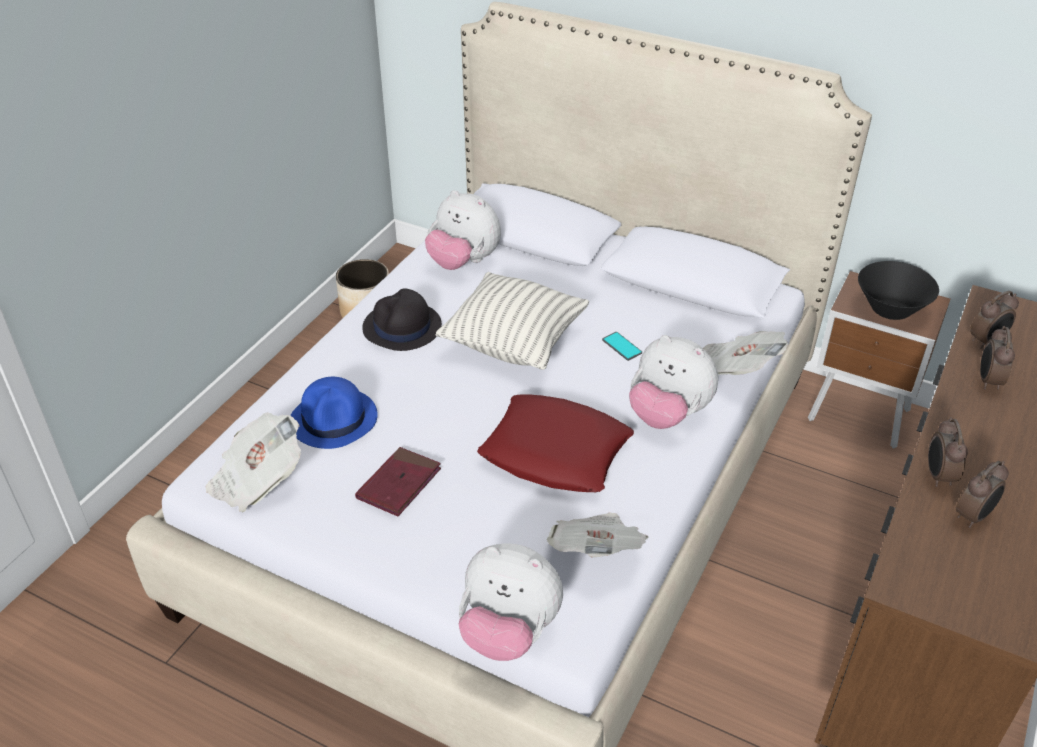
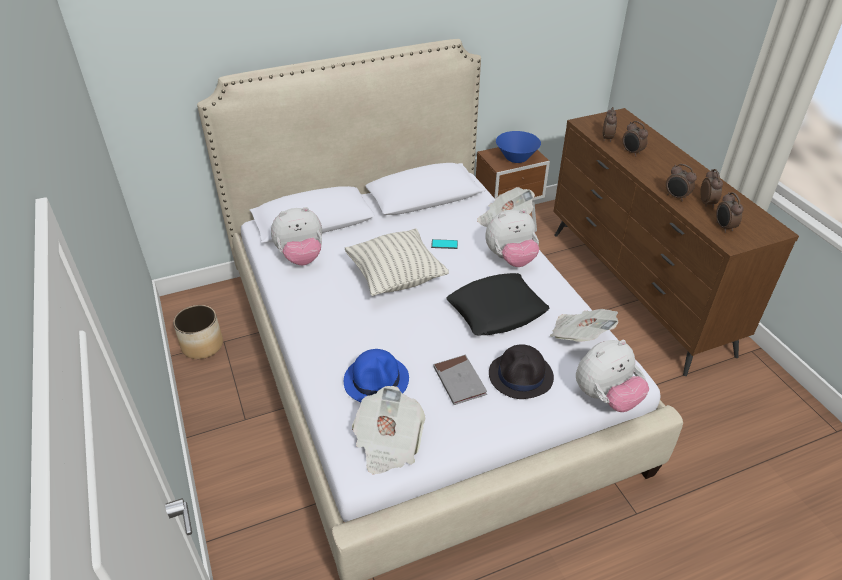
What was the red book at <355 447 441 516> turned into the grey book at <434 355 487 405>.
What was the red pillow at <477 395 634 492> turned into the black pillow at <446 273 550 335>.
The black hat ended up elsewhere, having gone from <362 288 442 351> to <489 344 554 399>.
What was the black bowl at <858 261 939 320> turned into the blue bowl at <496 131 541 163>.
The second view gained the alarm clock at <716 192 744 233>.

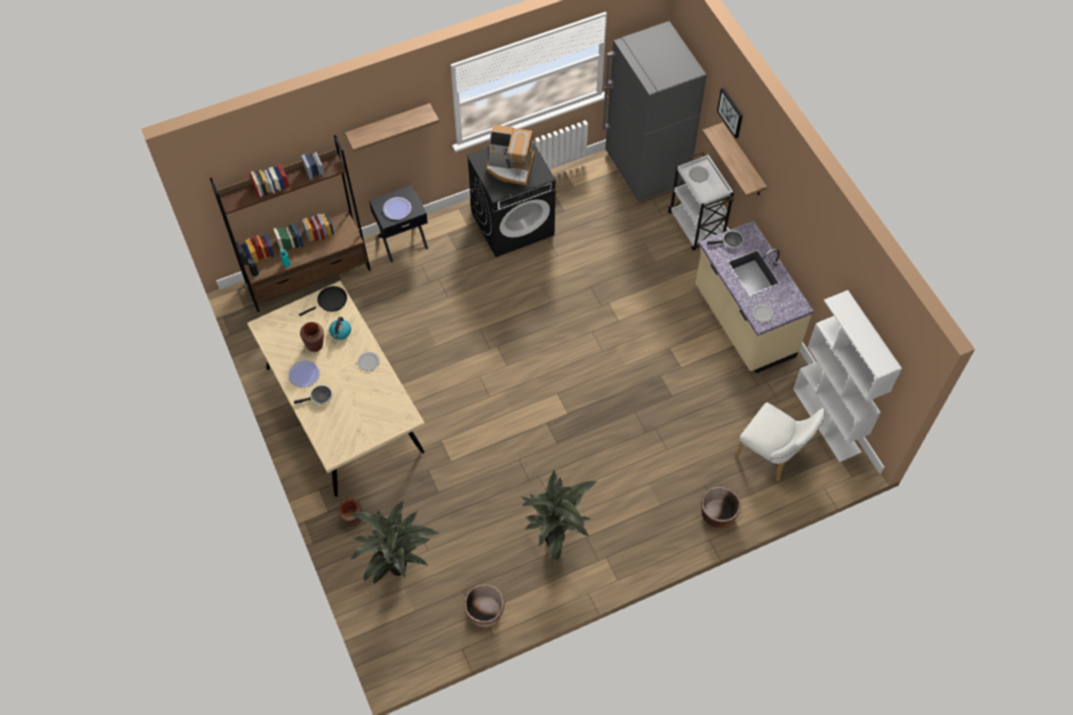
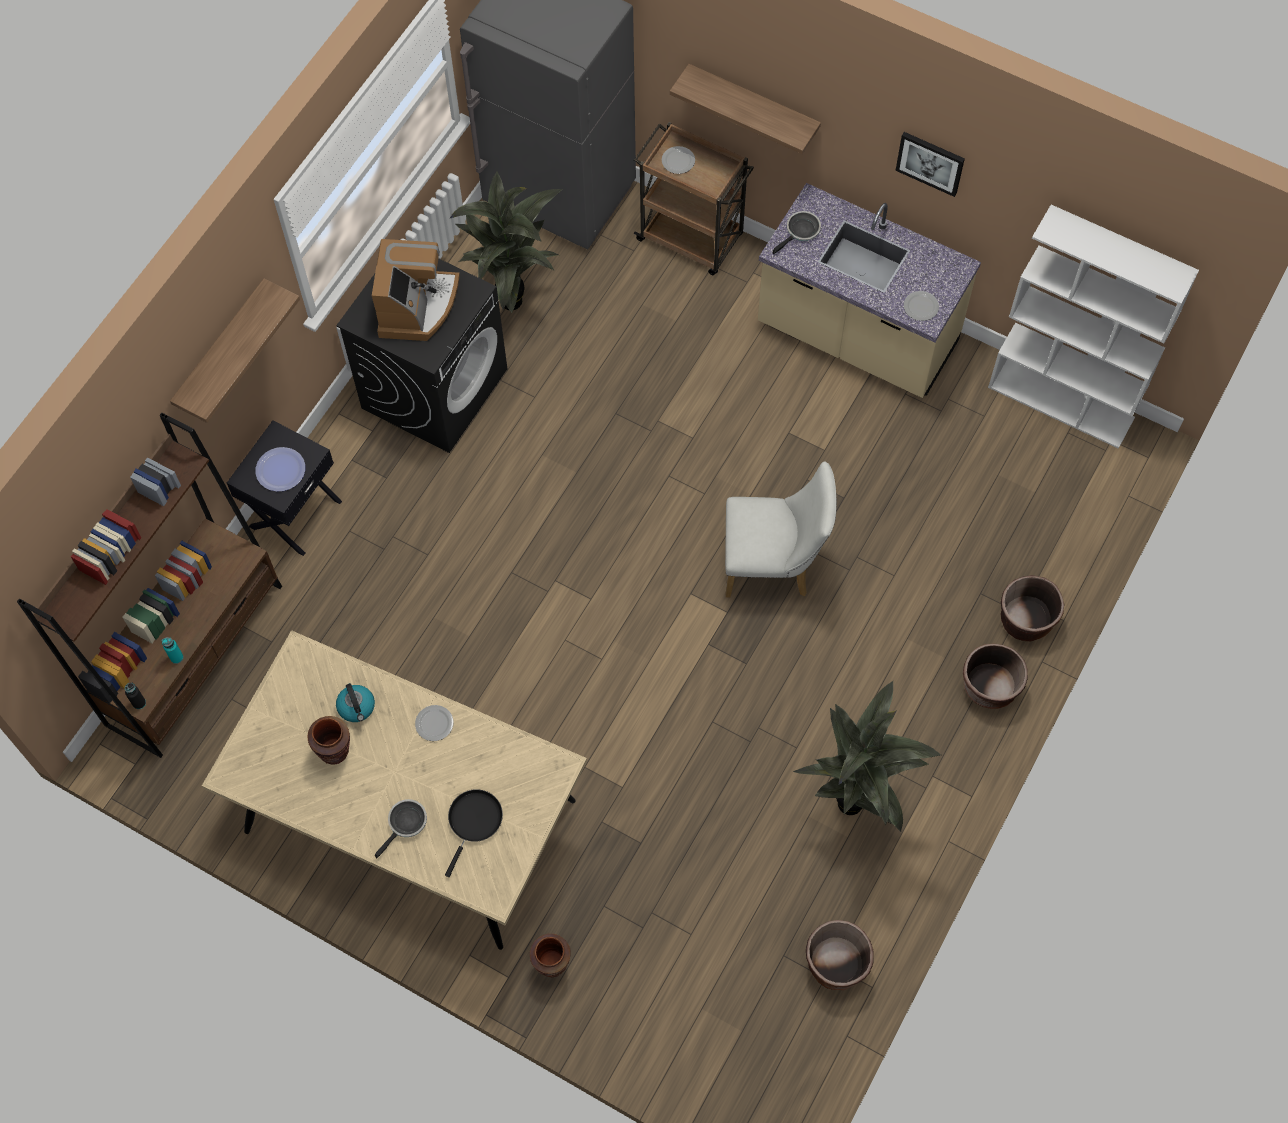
The coffee machine at <486 124 534 187> ended up facing another way, 60 degrees counterclockwise from before.
The black frying pan ended up elsewhere, having gone from <299 286 347 316> to <445 789 503 877>.
The potted plant ended up elsewhere, having gone from <350 500 439 584> to <450 171 563 312>.
What was the white cart at <668 152 734 251> turned into the brown cart at <633 122 754 275>.
The white chair ended up elsewhere, having gone from <735 402 825 481> to <725 461 837 597>.
The picture ended up elsewhere, having gone from <717 88 743 138> to <895 132 965 197>.
The second view gained the brown planter at <963 644 1028 709>.
The second view lost the plate at <289 361 320 387>.

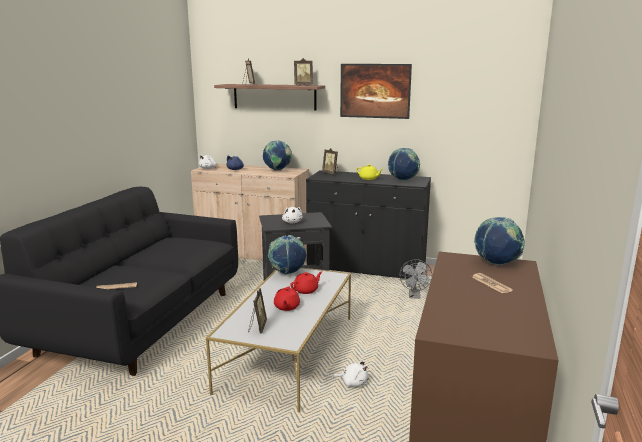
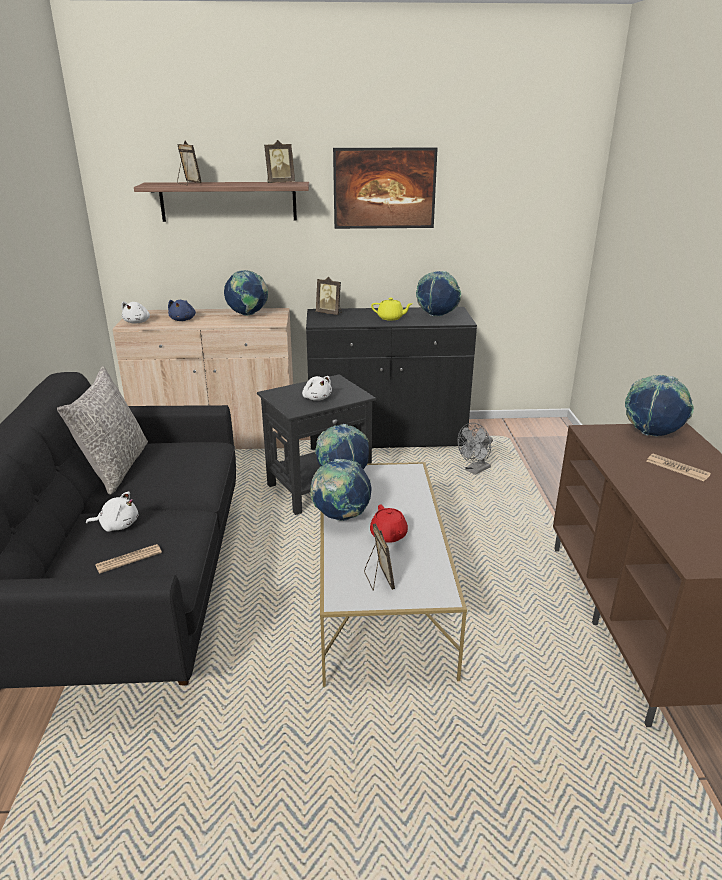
The second view gained the grey pillow at <57 366 148 495>.
The white plush toy ended up elsewhere, having gone from <333 360 369 387> to <86 491 138 532>.
The second view gained the globe at <310 459 372 521>.
The grey fan at <400 259 432 299> ended up facing another way, 60 degrees clockwise from before.
The second view lost the red teapot at <290 271 322 294>.

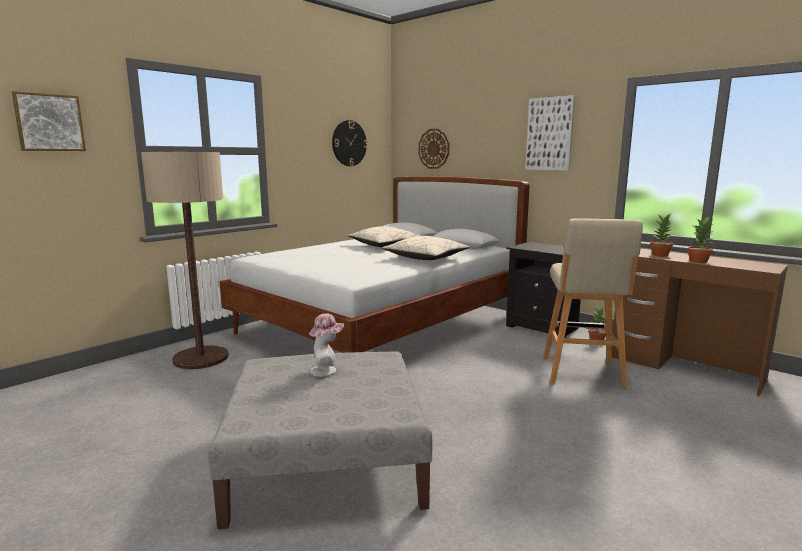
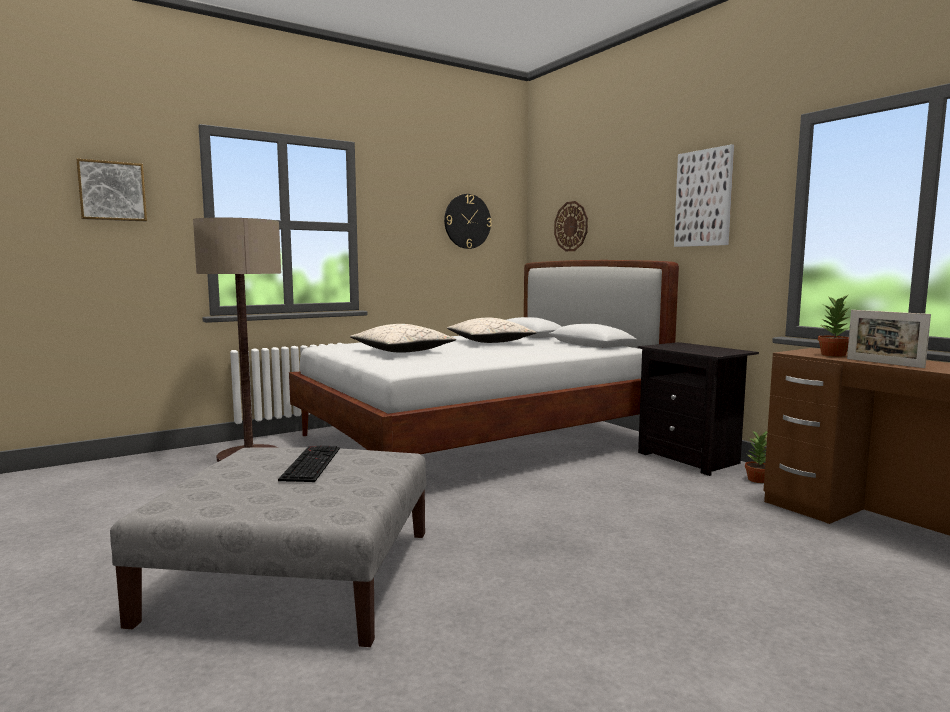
Where the hat stood at <309 313 344 377>, the keyboard came to stand at <278 446 340 482>.
The beige pillow ended up elsewhere, having gone from <382 236 470 260> to <350 324 456 353>.
Where the potted plant stood at <687 216 714 263>, the picture frame came to stand at <847 310 931 368>.
The second view lost the beige stool at <543 218 643 388>.

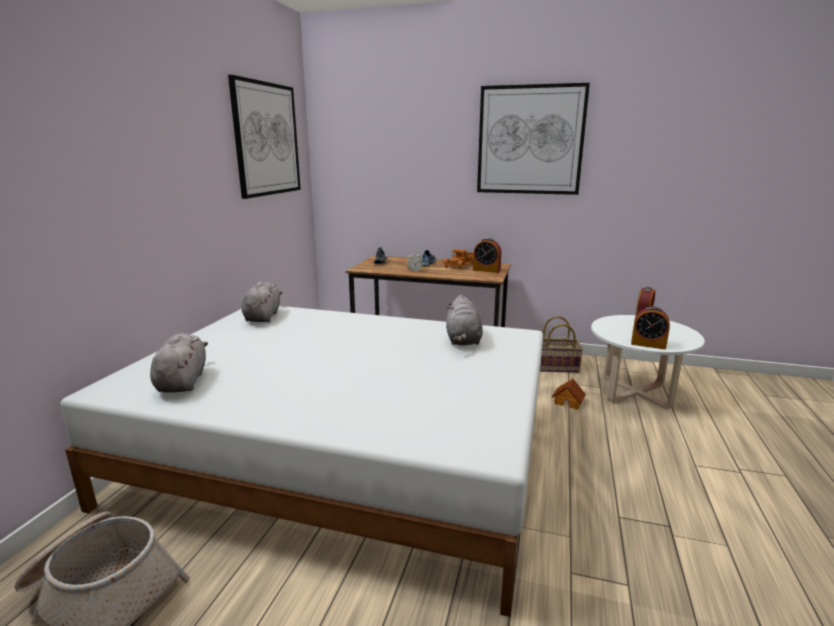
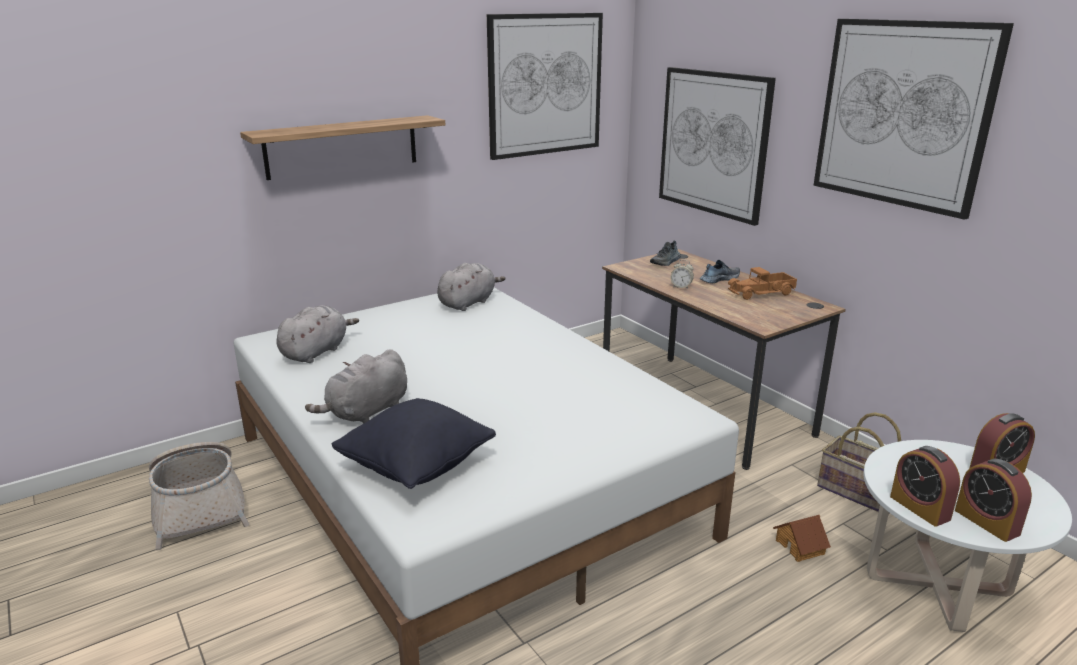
The second view gained the shelf at <240 115 445 180>.
The grey plush toy ended up elsewhere, having gone from <446 294 483 346> to <305 349 407 424>.
The second view gained the black pillow at <332 398 496 489>.
The second view gained the picture at <659 67 776 226>.
The alarm clock ended up elsewhere, having gone from <473 238 501 273> to <955 458 1032 542>.

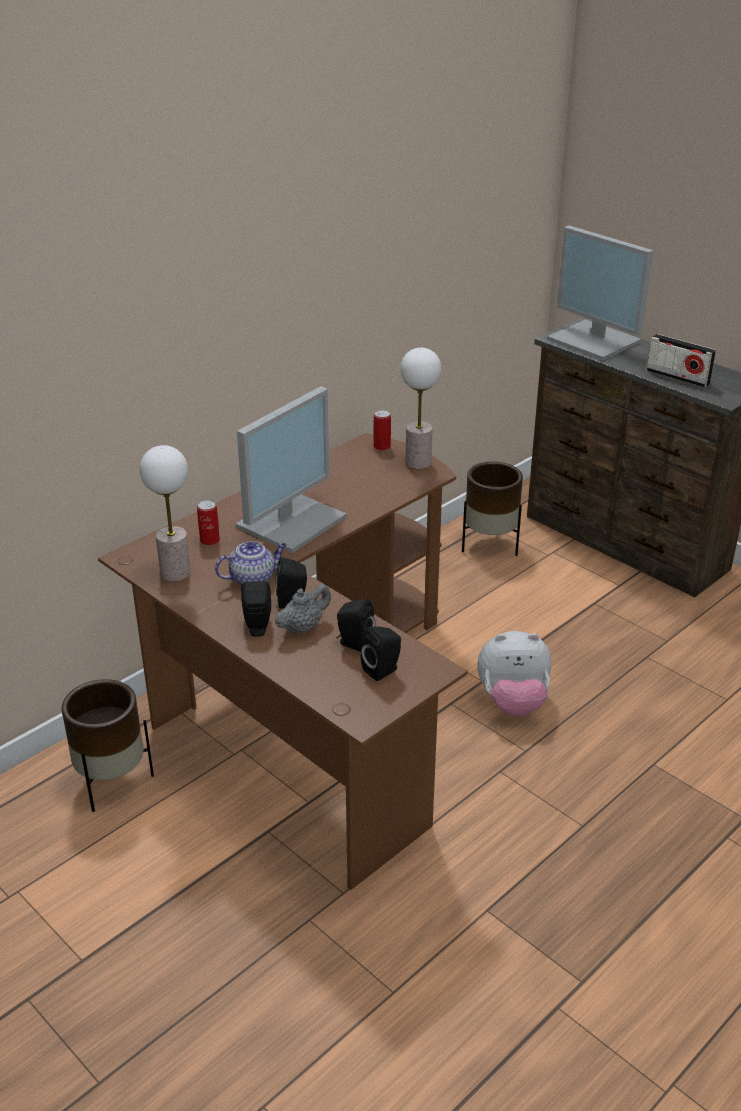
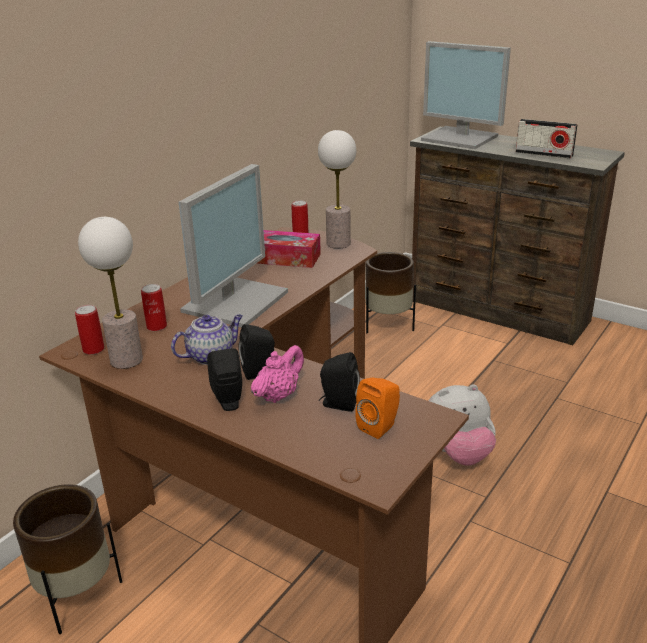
The second view gained the can at <75 305 104 355>.
What was the grey teapot at <275 584 331 635> turned into the pink teapot at <251 345 304 403>.
The second view gained the tissue box at <256 230 321 268>.
What was the black speaker at <361 626 401 681> turned into the orange speaker at <355 378 400 439>.

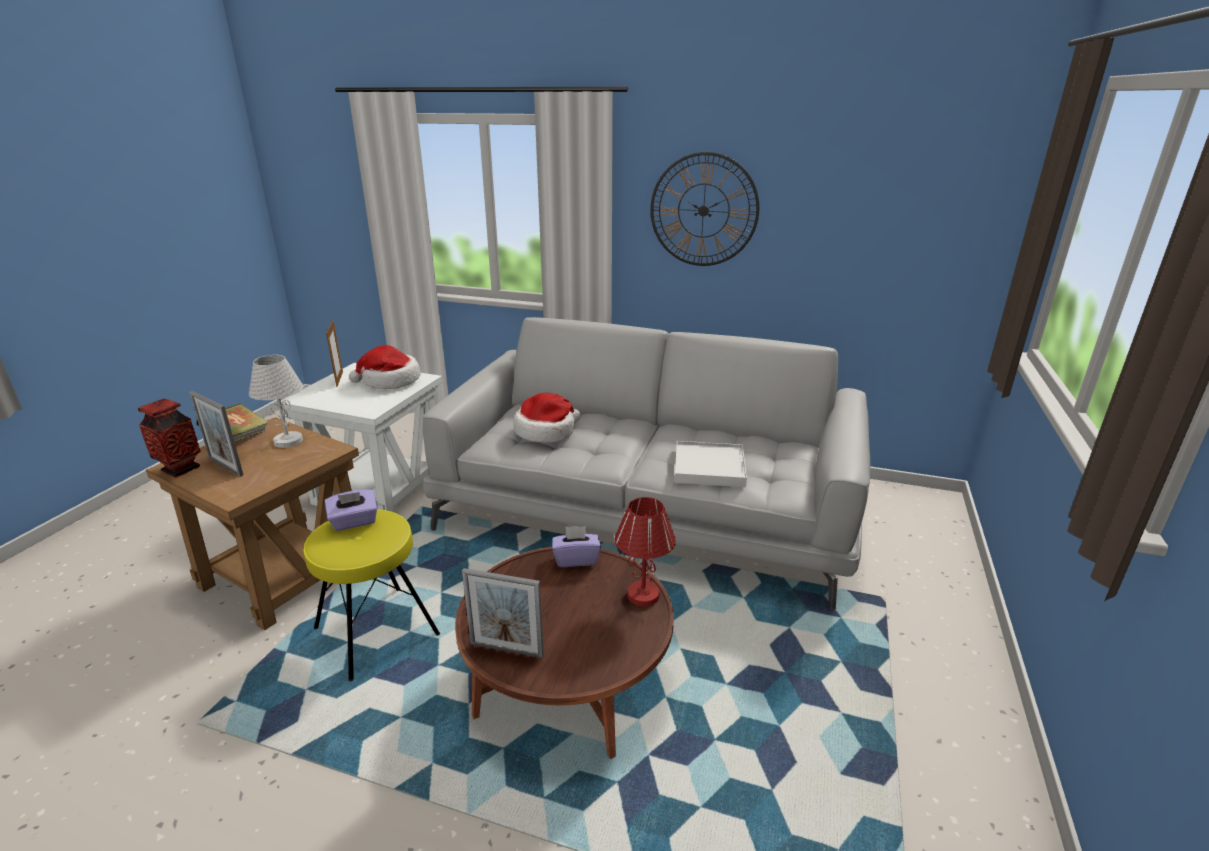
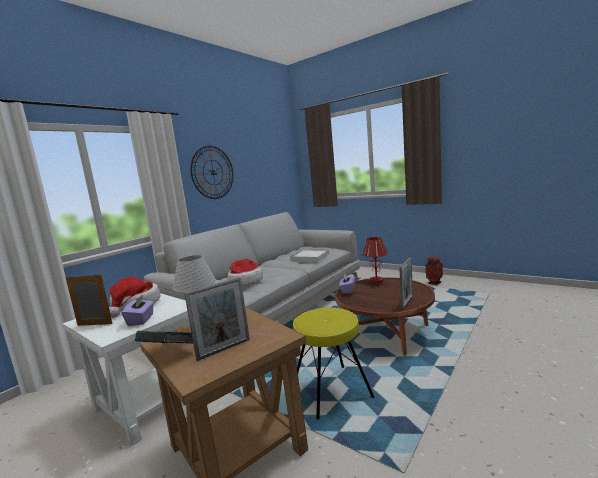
The purple tissue box ended up elsewhere, having gone from <325 489 377 531> to <122 295 154 326>.
The vase ended up elsewhere, having gone from <138 399 201 478> to <426 257 443 285>.

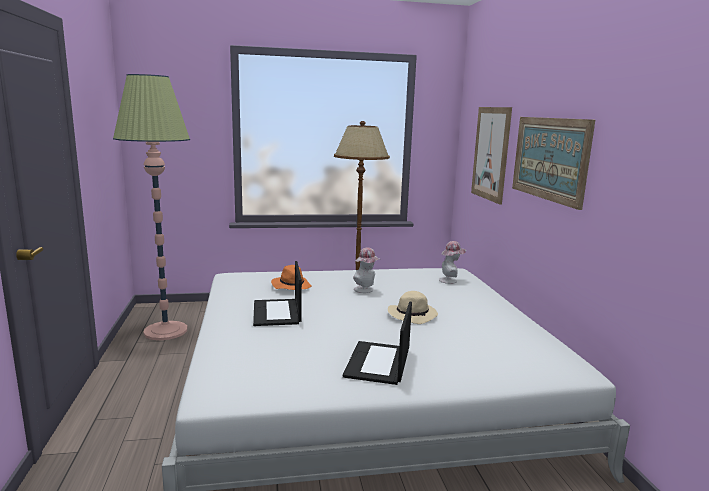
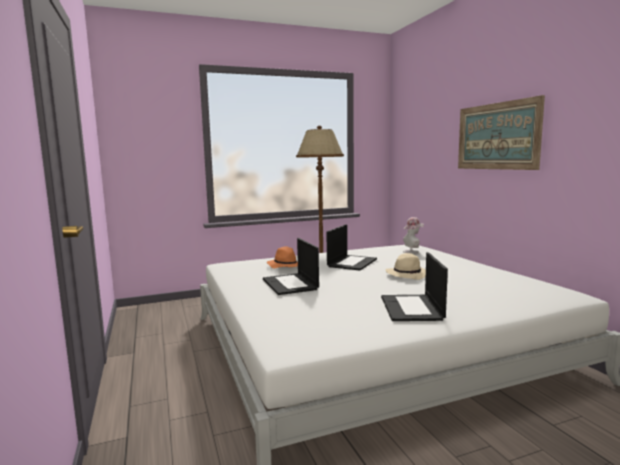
Where the hat stood at <353 247 380 293>, the laptop came to stand at <326 224 377 271>.
The second view lost the floor lamp at <113 74 190 340>.
The second view lost the picture at <471 107 512 205>.

